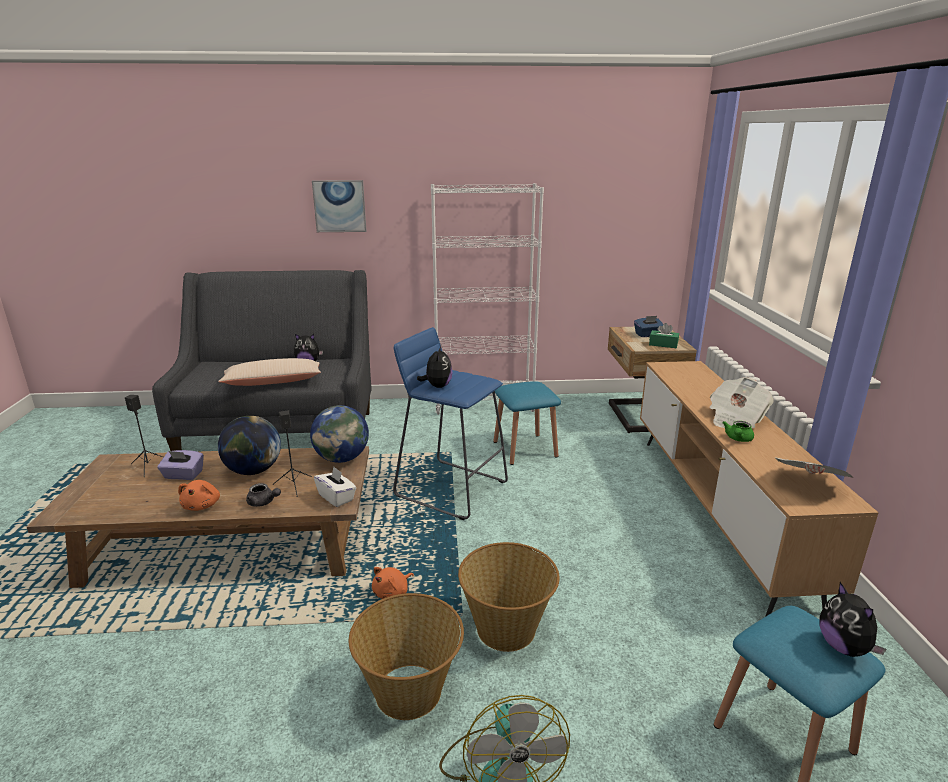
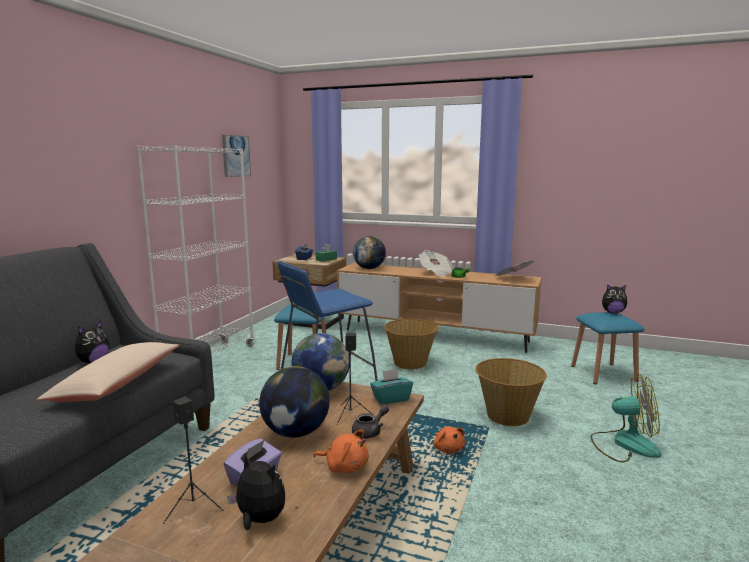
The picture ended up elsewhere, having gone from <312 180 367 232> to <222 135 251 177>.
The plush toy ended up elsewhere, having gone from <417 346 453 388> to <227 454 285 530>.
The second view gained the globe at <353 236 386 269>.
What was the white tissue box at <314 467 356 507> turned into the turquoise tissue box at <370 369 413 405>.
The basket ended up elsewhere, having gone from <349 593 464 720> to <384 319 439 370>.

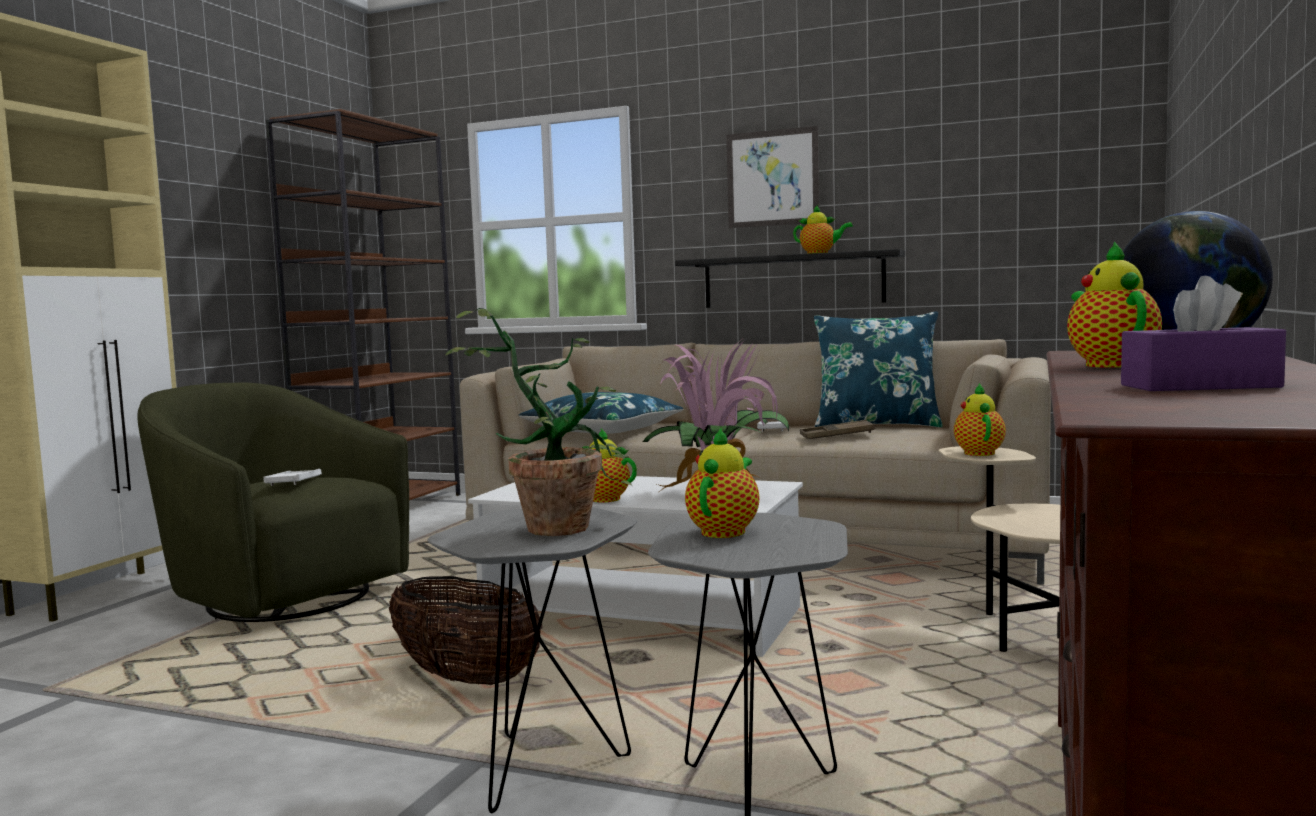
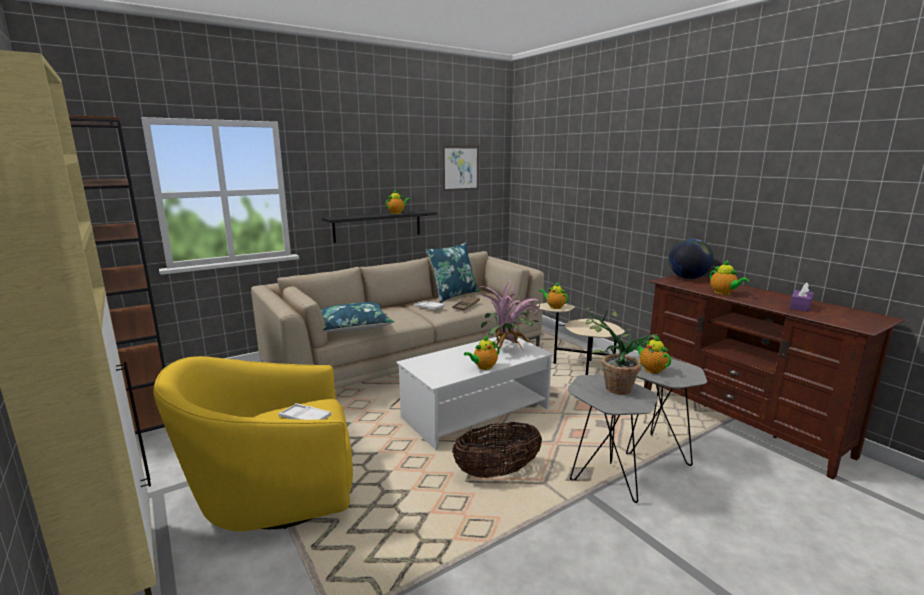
What was the green armchair at <137 383 409 622> turned into the yellow armchair at <153 356 353 531>.
The picture ended up elsewhere, having gone from <726 126 820 228> to <442 145 479 192>.
The teapot at <1067 241 1162 368> ended up facing another way, 150 degrees counterclockwise from before.

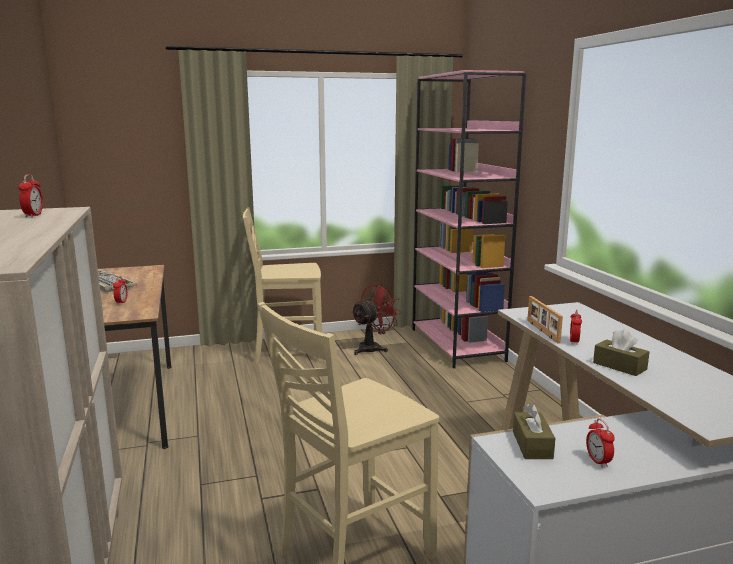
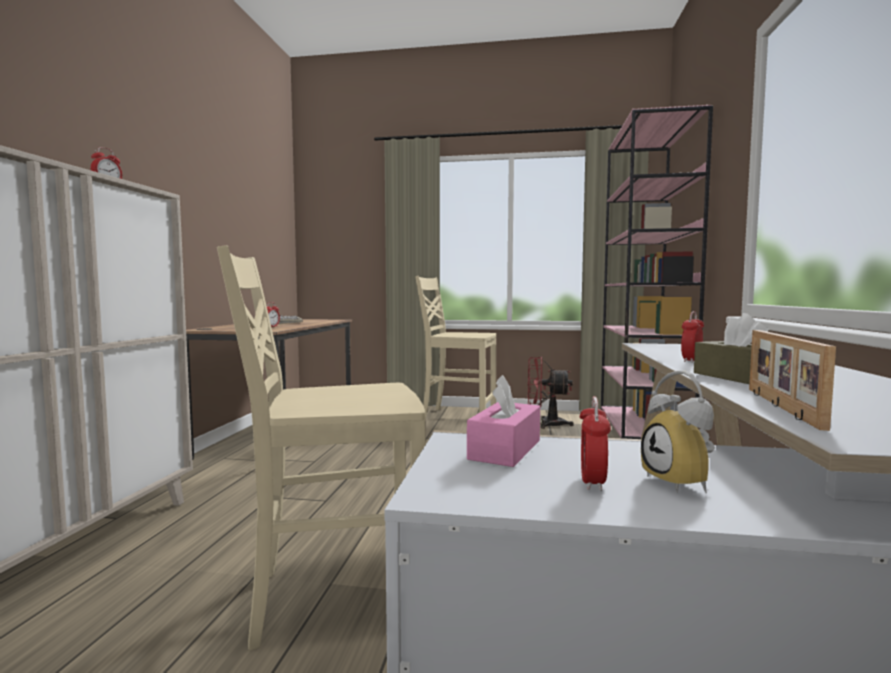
What was the brown tissue box at <513 403 555 459> turned into the pink tissue box at <467 375 540 467>.
The red fan at <351 283 402 355> ended up facing another way, 150 degrees counterclockwise from before.
The second view gained the alarm clock at <641 370 715 493>.
The picture frame ended up elsewhere, having gone from <527 296 563 344> to <749 330 836 431>.

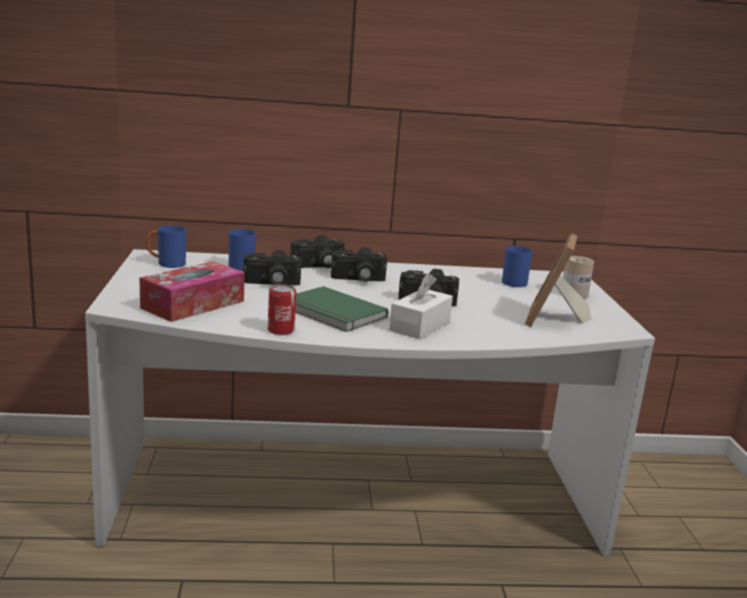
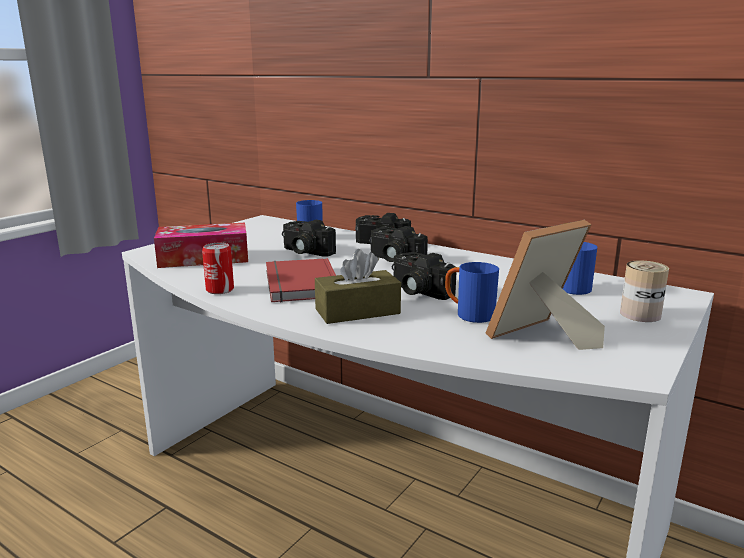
What was the green book at <295 286 389 332> turned into the red book at <266 258 336 302>.
What was the white tissue box at <389 273 453 339> turned into the brown tissue box at <315 249 401 324>.
The blue mug ended up elsewhere, having gone from <146 226 186 268> to <445 262 499 323>.

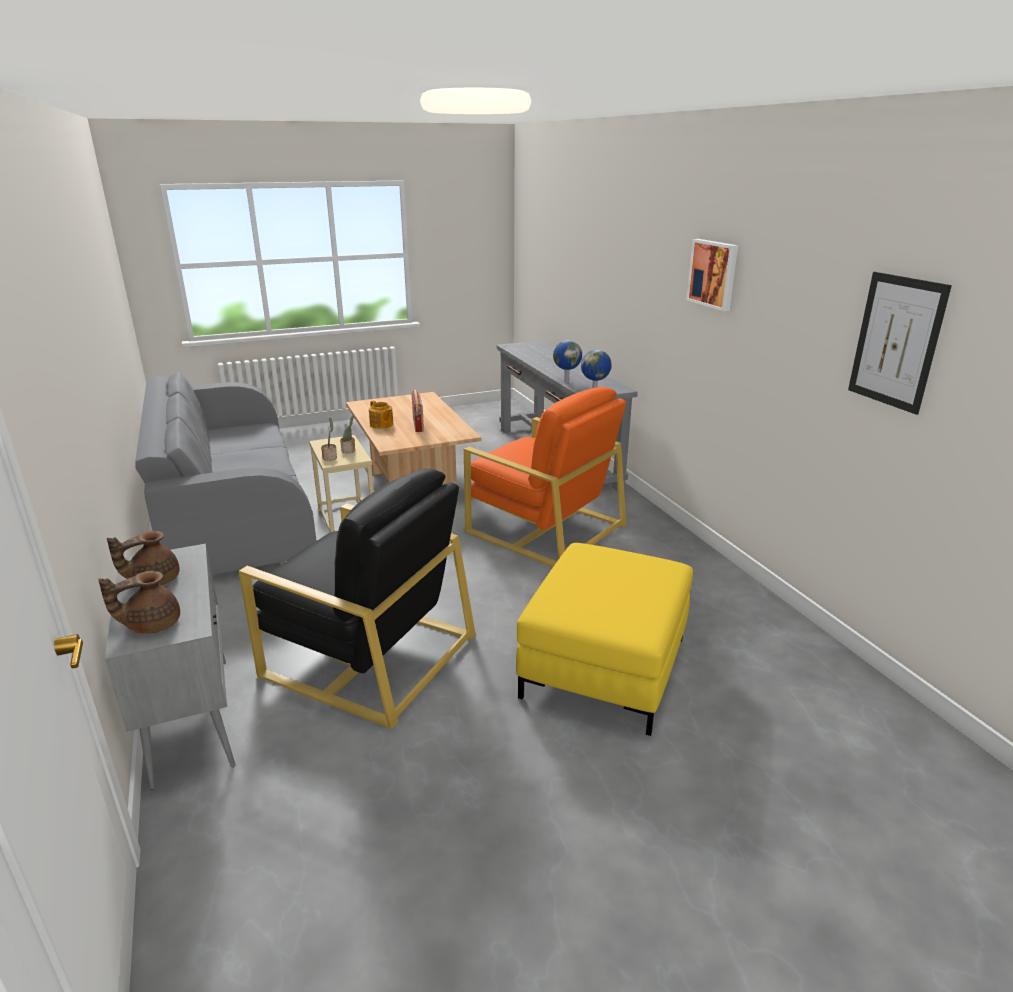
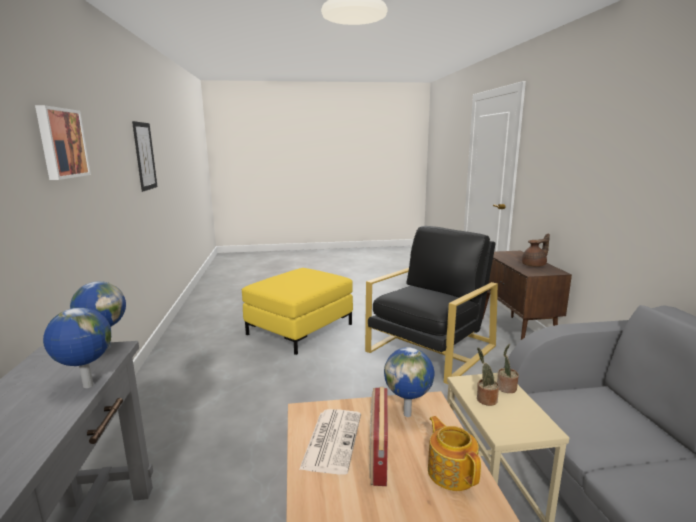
The second view gained the newspaper at <299 409 361 474>.
The black armchair at <239 468 476 729> ended up facing another way, 90 degrees clockwise from before.
The second view gained the globe at <384 347 435 417>.
What was the grey cabinet at <105 544 236 790> turned into the brown cabinet at <482 251 572 340>.
The second view lost the brown teapot at <98 571 180 634>.
The second view lost the orange armchair at <464 387 626 567>.

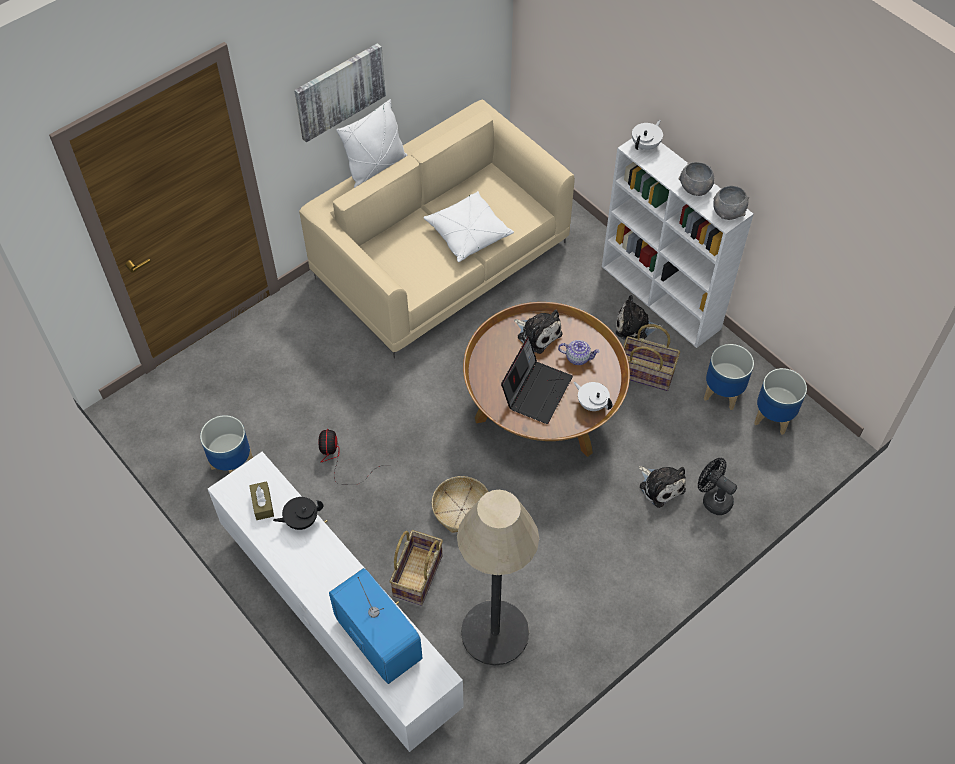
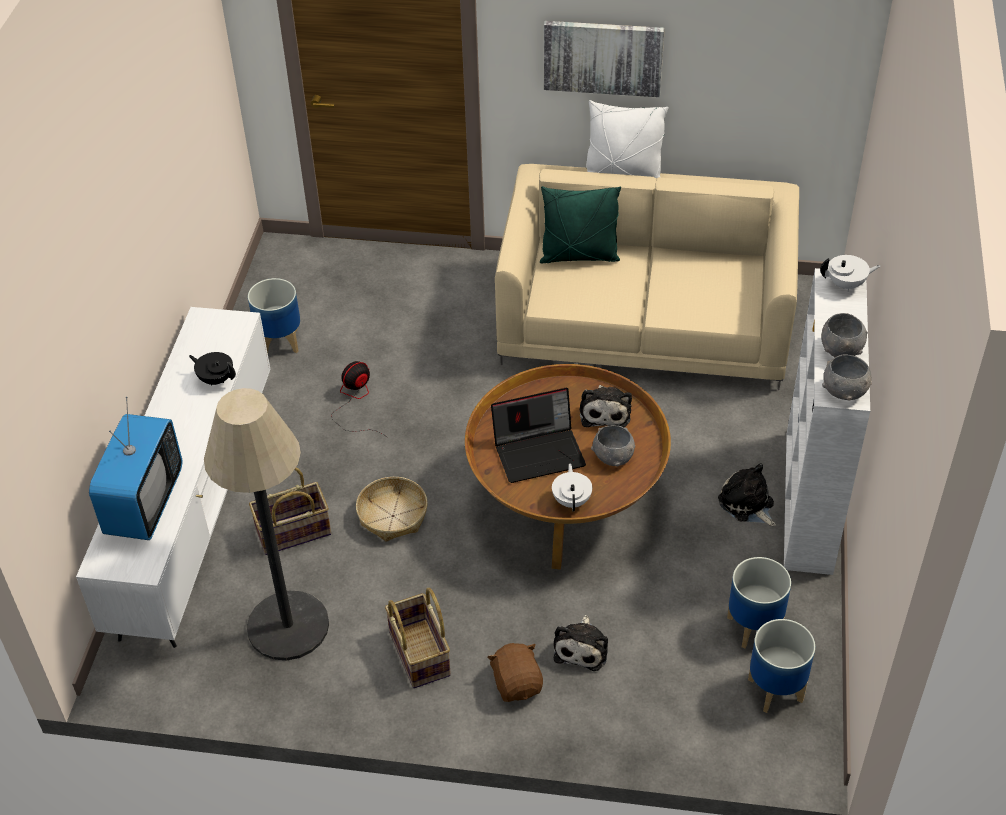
The basket ended up elsewhere, having gone from <623 324 680 391> to <385 588 451 688>.
The second view gained the brown plush toy at <488 643 543 702>.
The second view gained the green pillow at <540 186 621 263>.
Where the teapot stood at <558 340 600 365>, the grey bowl came to stand at <591 425 635 467>.
The second view lost the brown tissue box at <249 481 274 520>.
The second view lost the white pillow at <423 191 514 262>.
The second view lost the black fan at <698 458 737 515>.

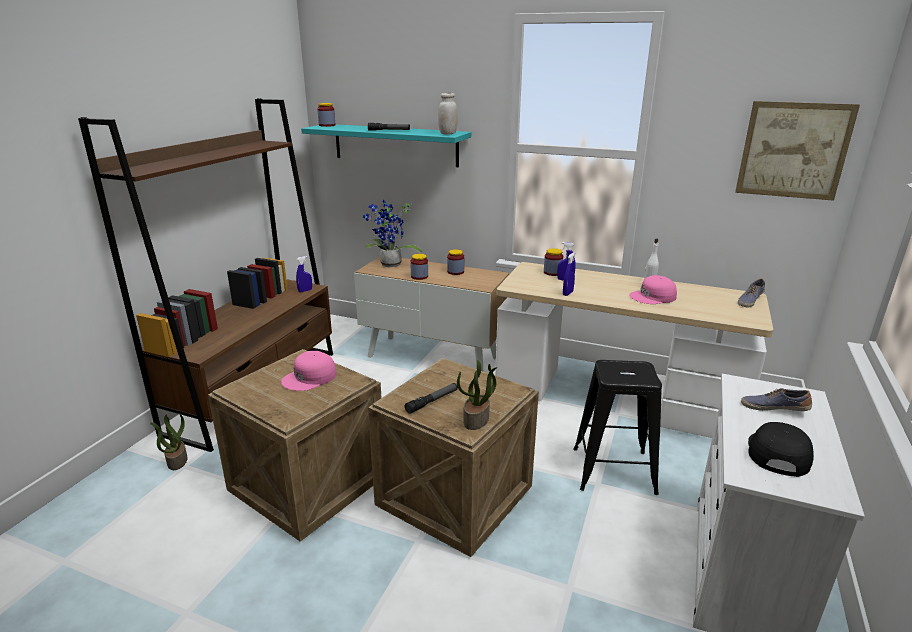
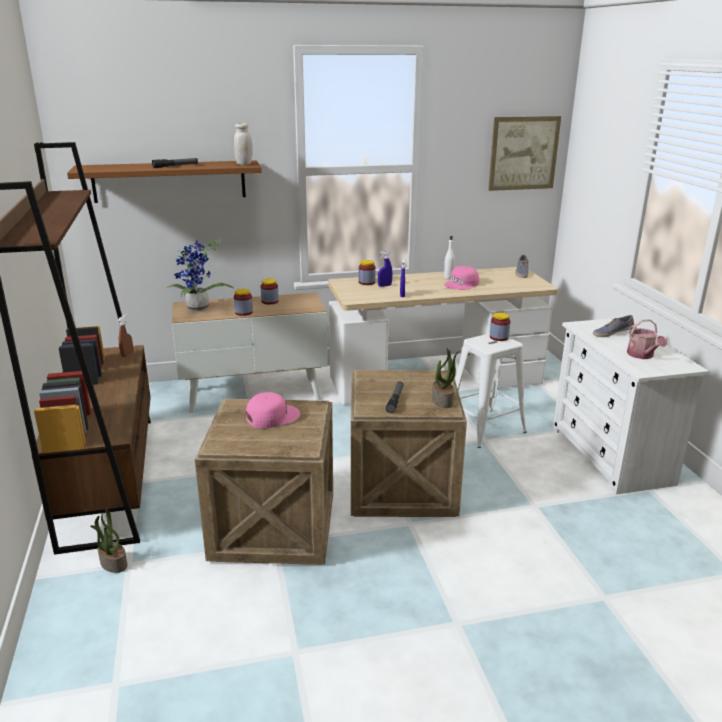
What was the turquoise shelf at <301 124 471 167> turned into the brown shelf at <67 160 262 203>.
What was the blue spray bottle at <296 256 312 293> turned into the brown spray bottle at <118 315 133 357>.
The pink cap at <281 351 337 391> ended up facing another way, 135 degrees counterclockwise from before.
What was the black stool at <573 360 662 495> turned into the white stool at <455 333 527 448>.
The jar ended up elsewhere, having gone from <317 103 335 127> to <490 313 510 341>.
Where the black cap stood at <748 422 814 477>, the watering can came to stand at <627 319 667 359>.

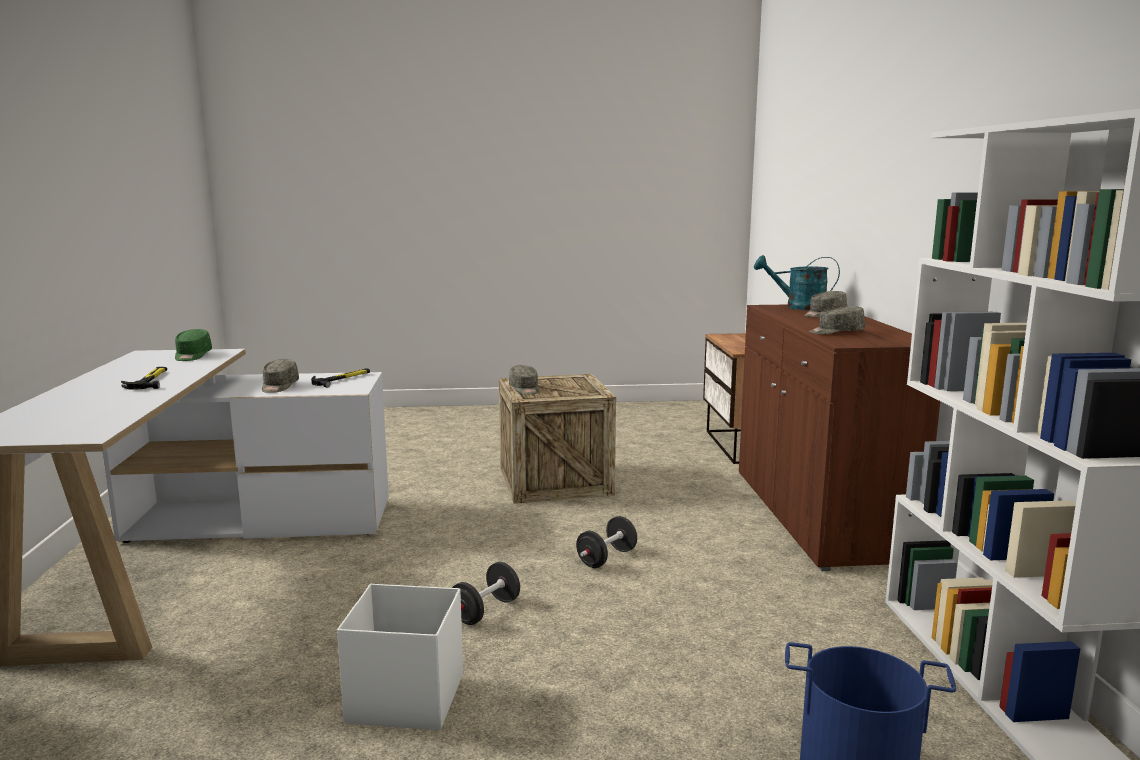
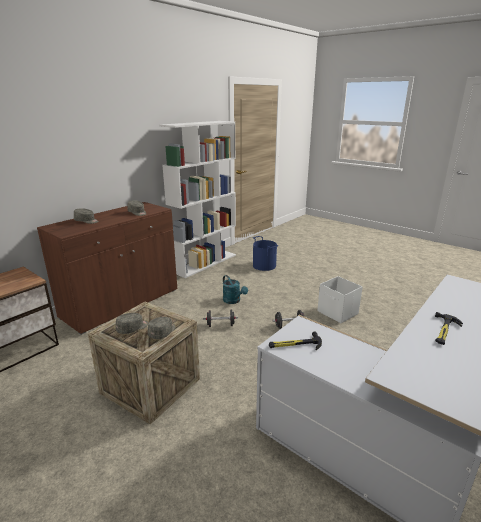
The grey cap ended up elsewhere, having gone from <262 359 299 393> to <116 313 149 334>.
The turquoise watering can ended up elsewhere, having gone from <754 255 840 310> to <223 275 248 304>.
The second view lost the green cap at <175 329 212 361>.

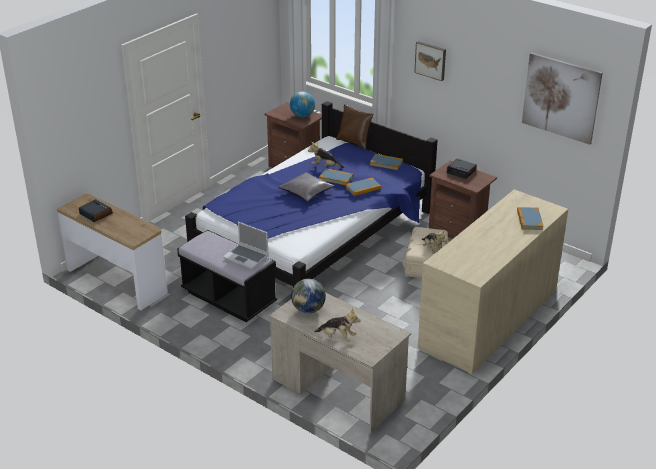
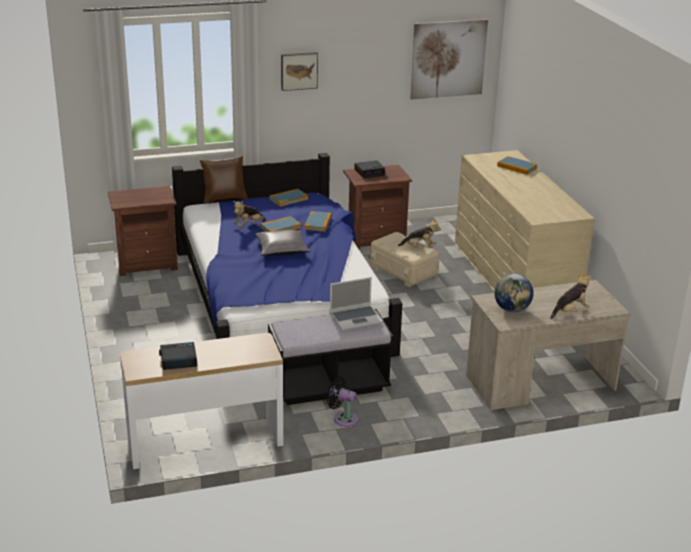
The second view gained the black fan at <327 377 358 427>.
The second view lost the globe at <290 91 315 117>.

